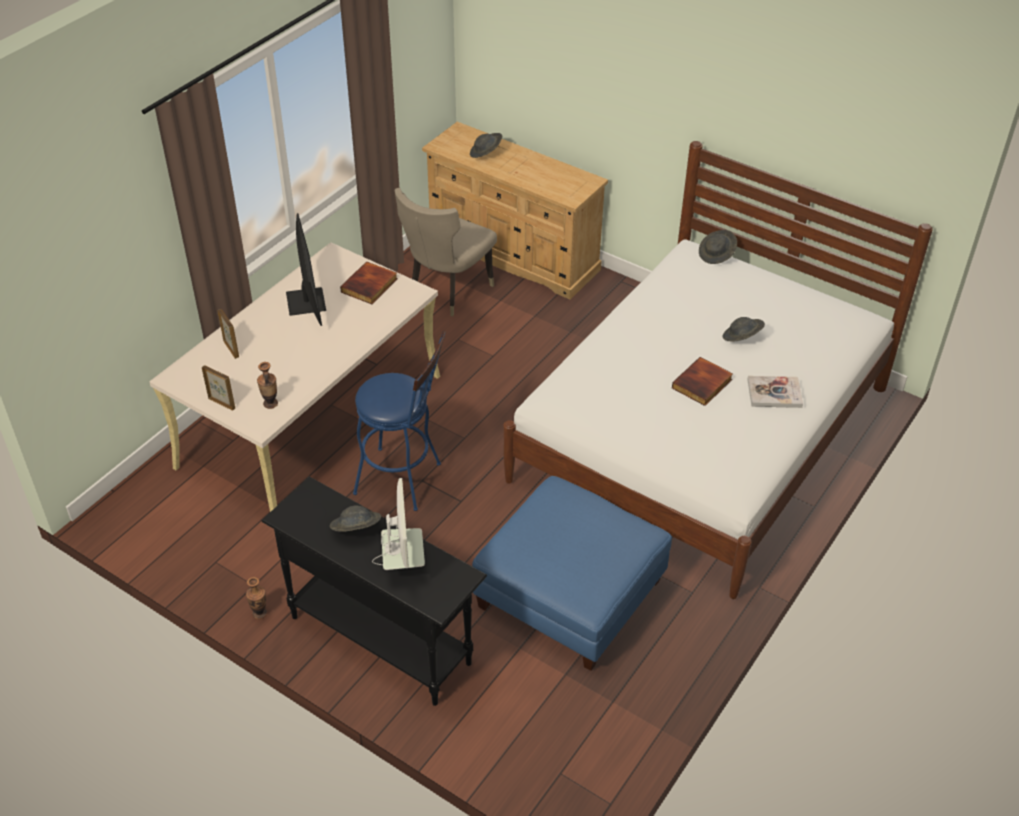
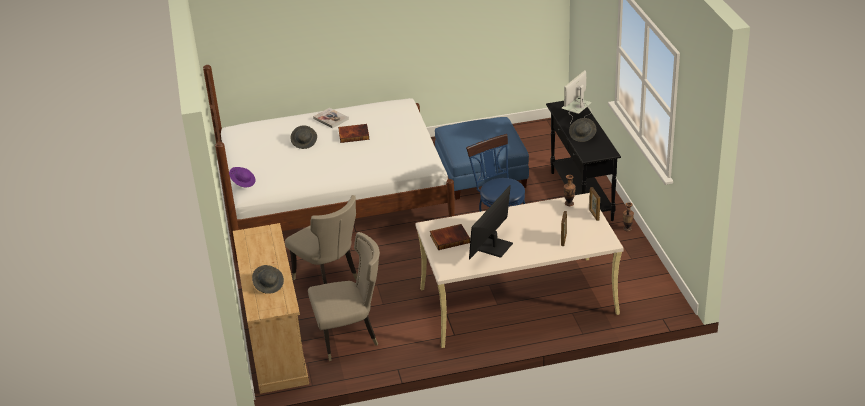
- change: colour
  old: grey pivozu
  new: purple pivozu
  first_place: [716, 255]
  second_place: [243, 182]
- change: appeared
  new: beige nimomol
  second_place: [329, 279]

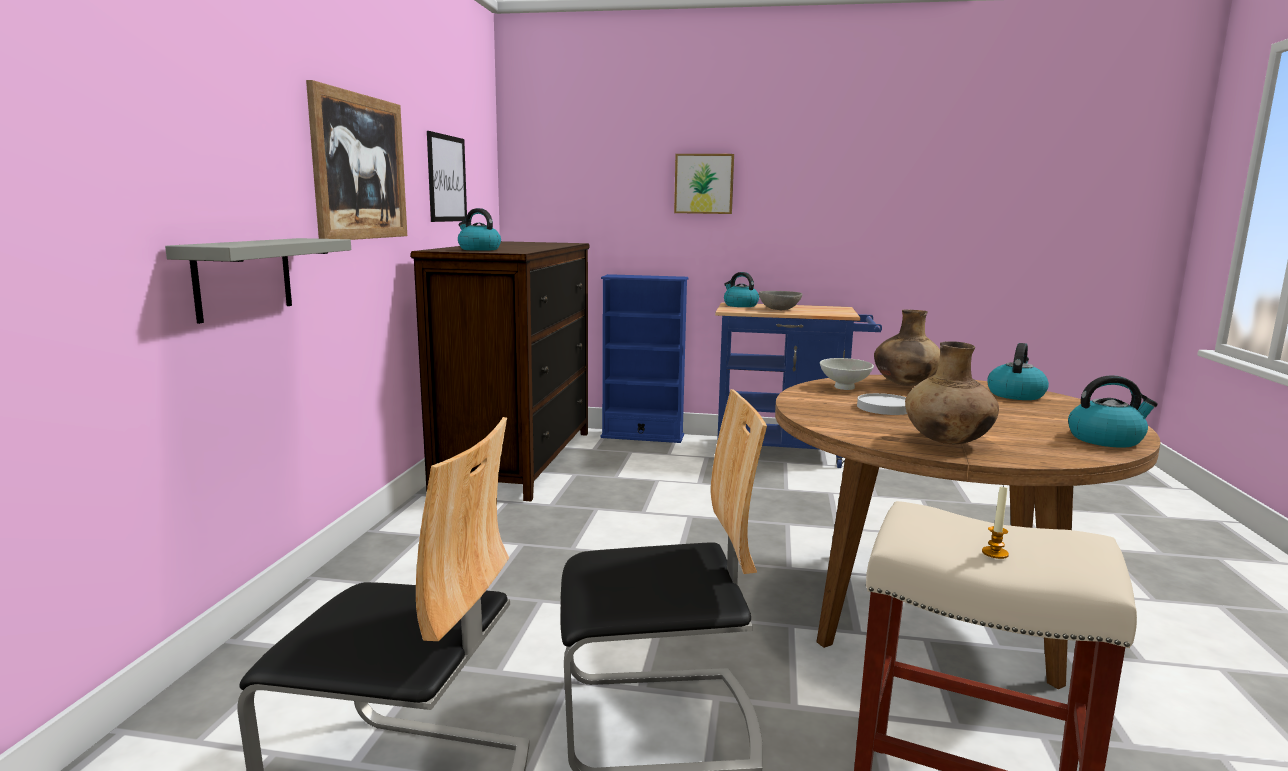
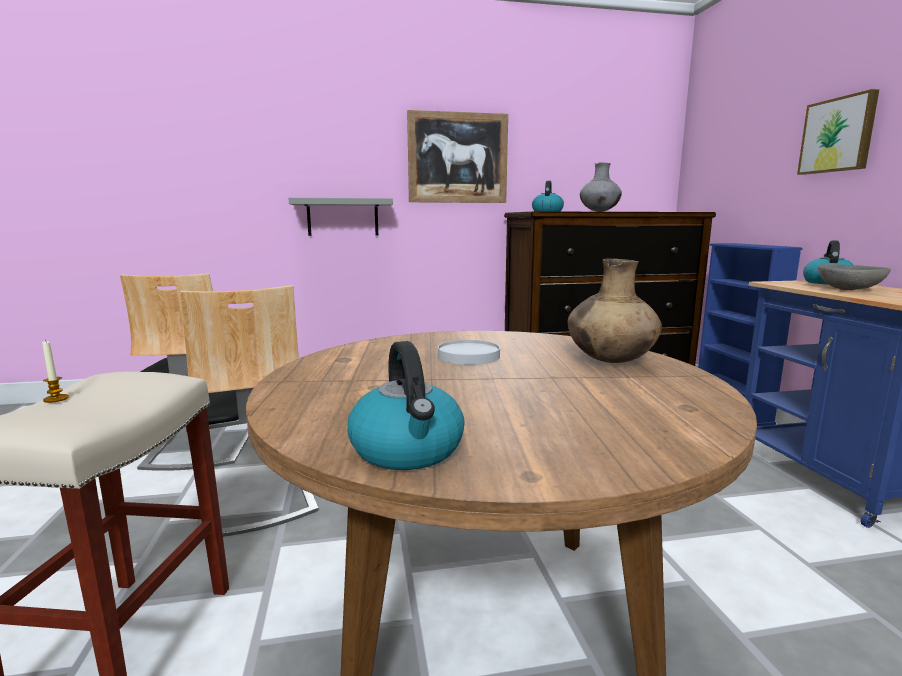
- change: appeared
  new: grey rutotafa
  second_place: [599, 211]
- change: missing
  old: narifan
  first_place: [447, 178]
- change: missing
  old: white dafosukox
  first_place: [846, 388]
- change: missing
  old: brown rutotafa
  first_place: [947, 441]
- change: missing
  old: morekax
  first_place: [1015, 394]

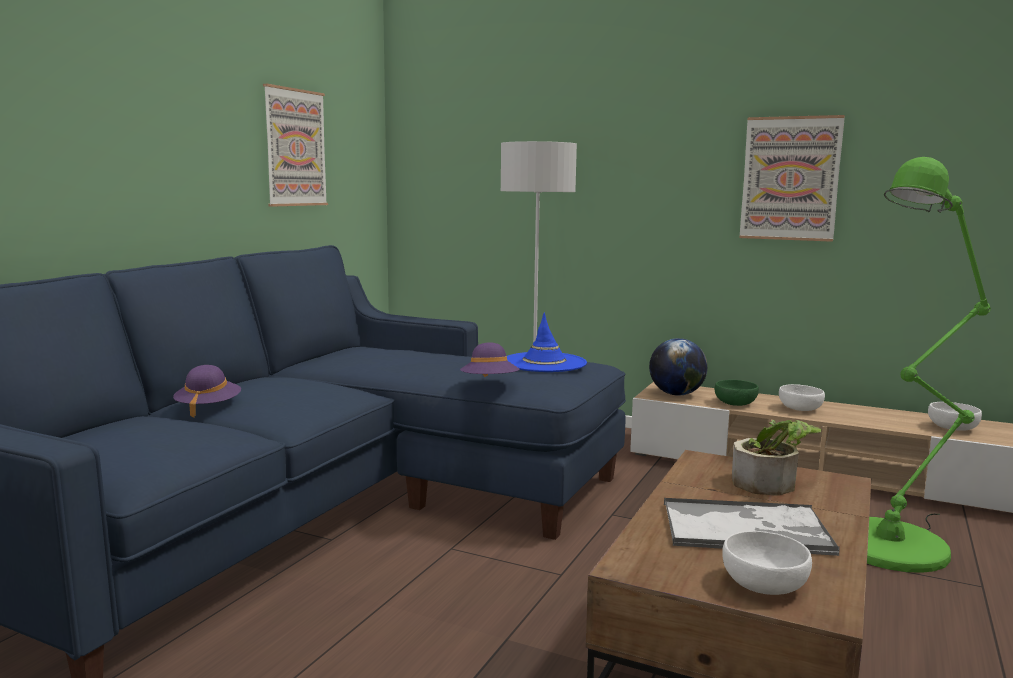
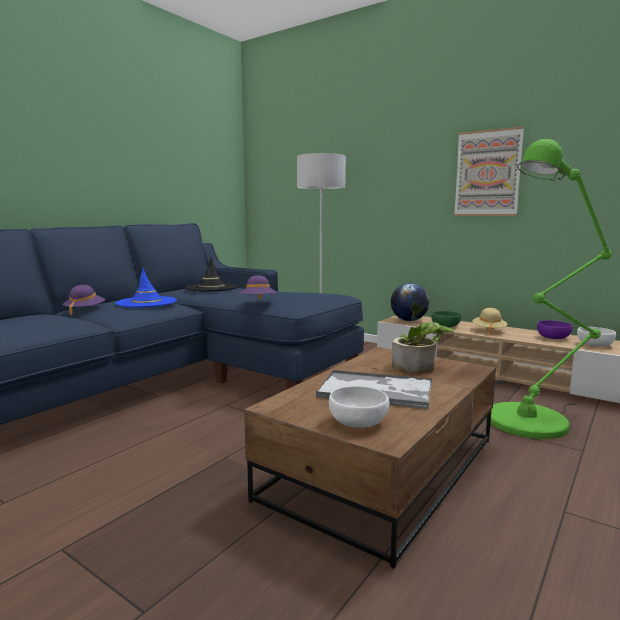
- change: relocated
  old: blue pivozu
  first_place: [544, 363]
  second_place: [147, 302]
- change: appeared
  new: black pivozu
  second_place: [211, 288]
- change: exchanged
  old: white dafosukox
  new: beige pivozu
  first_place: [799, 409]
  second_place: [488, 330]
- change: appeared
  new: purple dafosukox
  second_place: [553, 337]
- change: missing
  old: narifan
  first_place: [295, 148]

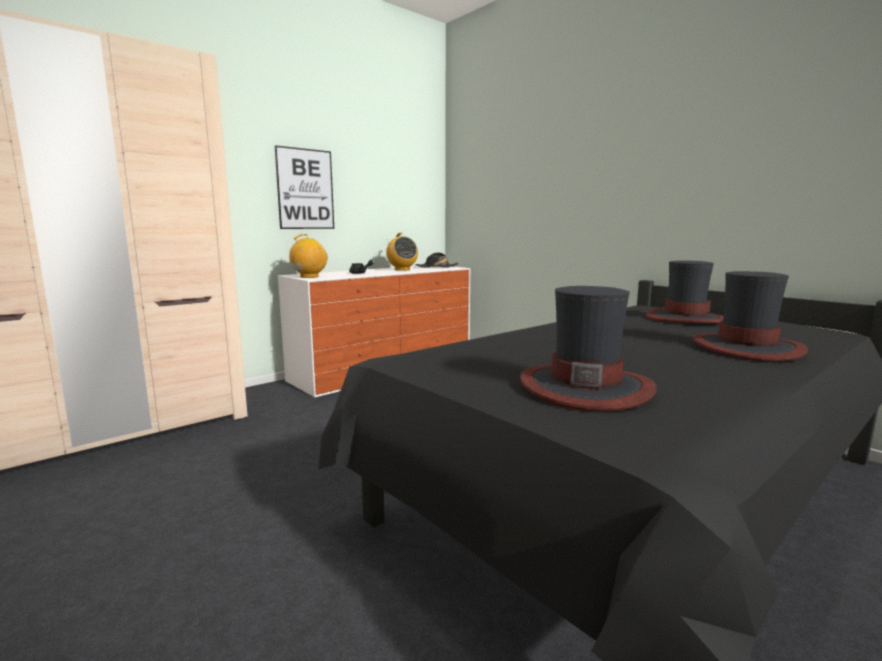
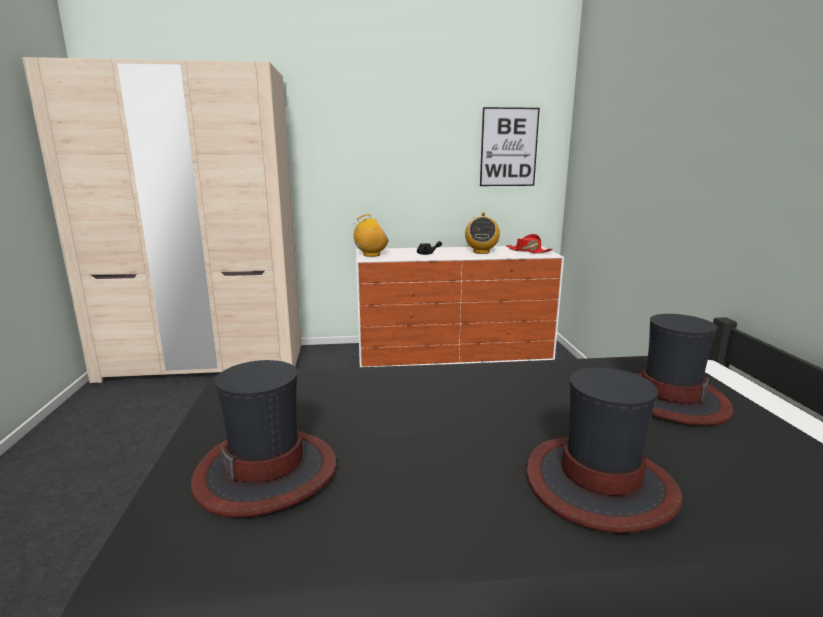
- change: relocated
  old: narifan
  first_place: [305, 189]
  second_place: [508, 147]
- change: colour
  old: black pivozu
  new: red pivozu
  first_place: [436, 267]
  second_place: [528, 251]

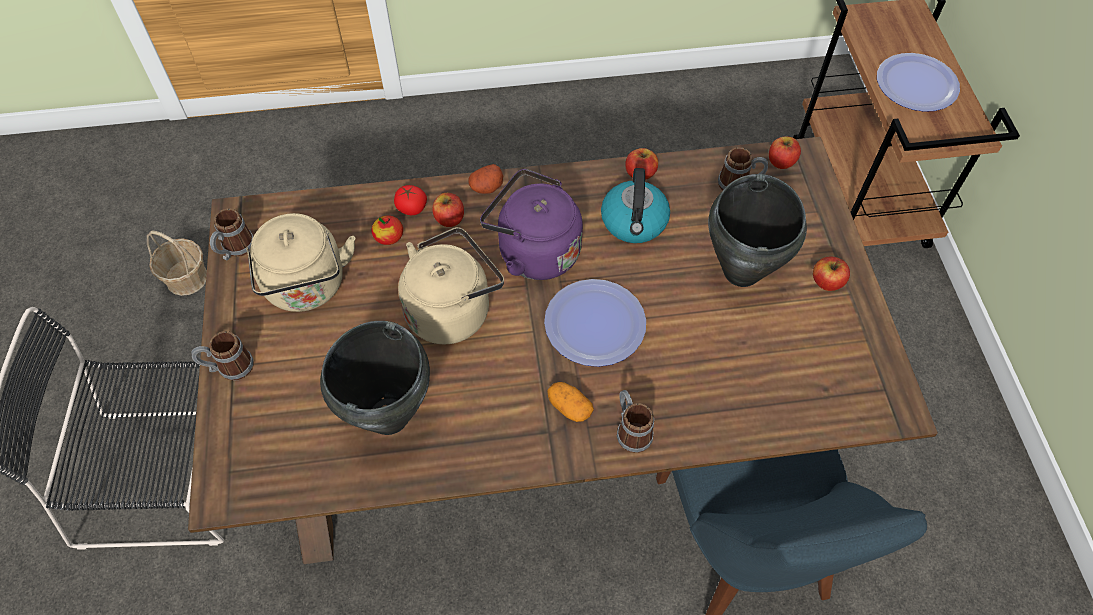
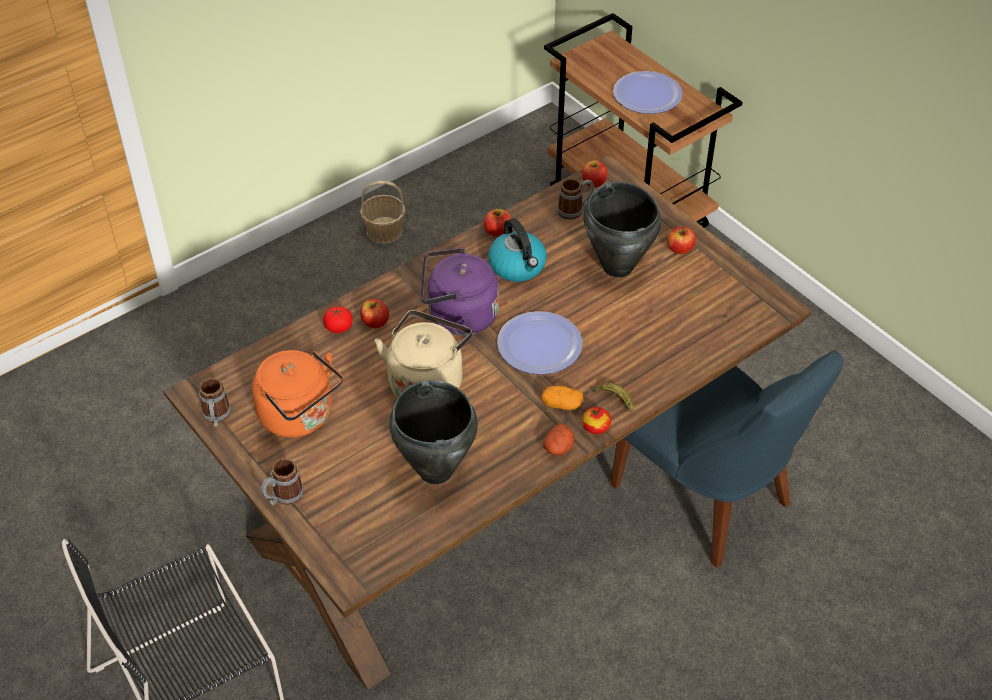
- change: colour
  old: beige morekax
  new: orange morekax
  first_place: [307, 288]
  second_place: [300, 417]
- change: relocated
  old: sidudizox
  first_place: [187, 278]
  second_place: [384, 231]
- change: relocated
  old: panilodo
  first_place: [486, 187]
  second_place: [558, 447]
- change: relocated
  old: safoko
  first_place: [389, 237]
  second_place: [595, 427]
- change: exchanged
  old: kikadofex
  new: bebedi
  first_place: [630, 430]
  second_place: [614, 399]

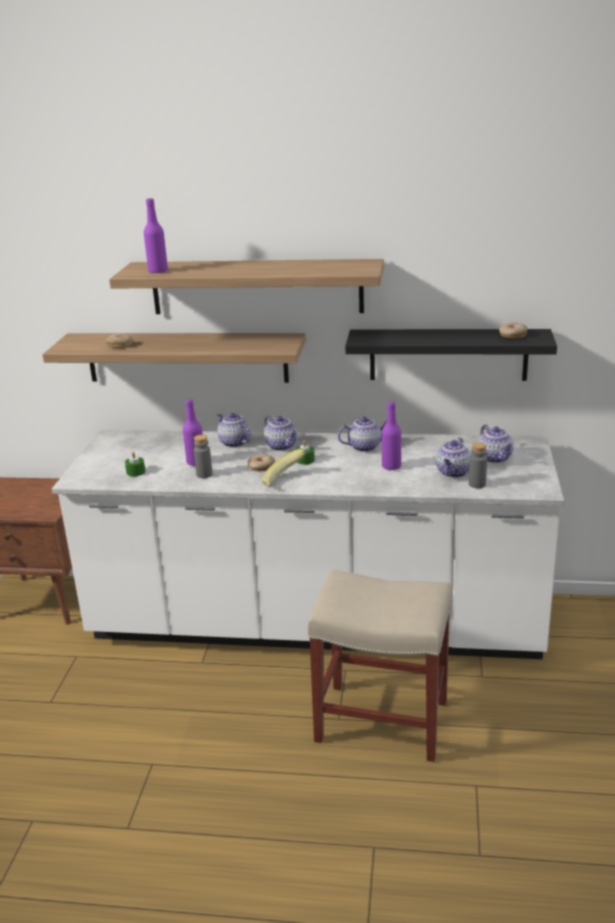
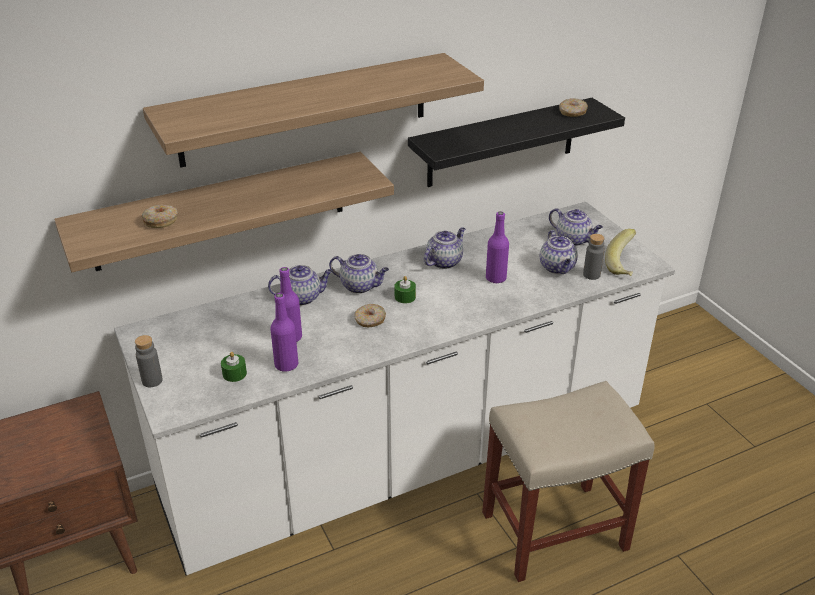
- change: relocated
  old: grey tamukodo
  first_place: [204, 474]
  second_place: [152, 380]
- change: spun
  old: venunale
  first_place: [234, 442]
  second_place: [302, 297]
  degrees: 150
- change: relocated
  old: purple tamukodo
  first_place: [158, 271]
  second_place: [286, 365]
- change: relocated
  old: bebedi
  first_place: [284, 481]
  second_place: [624, 266]

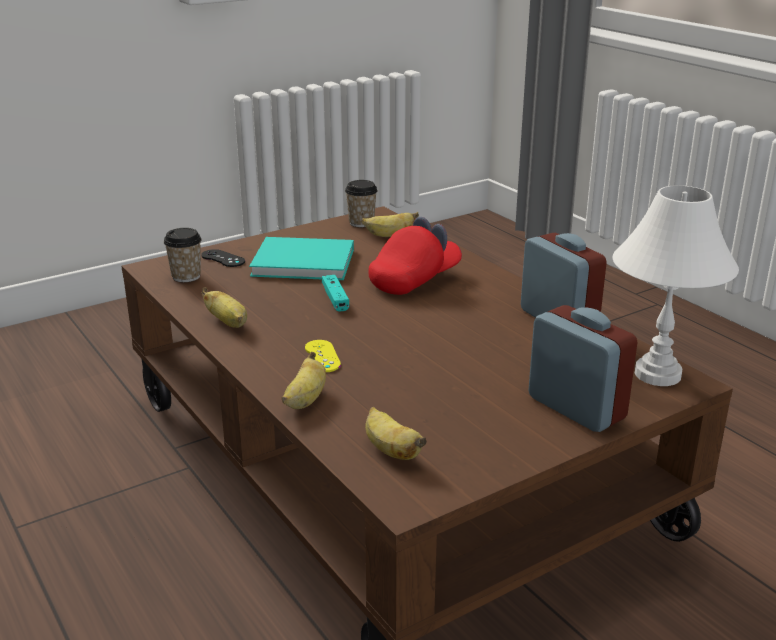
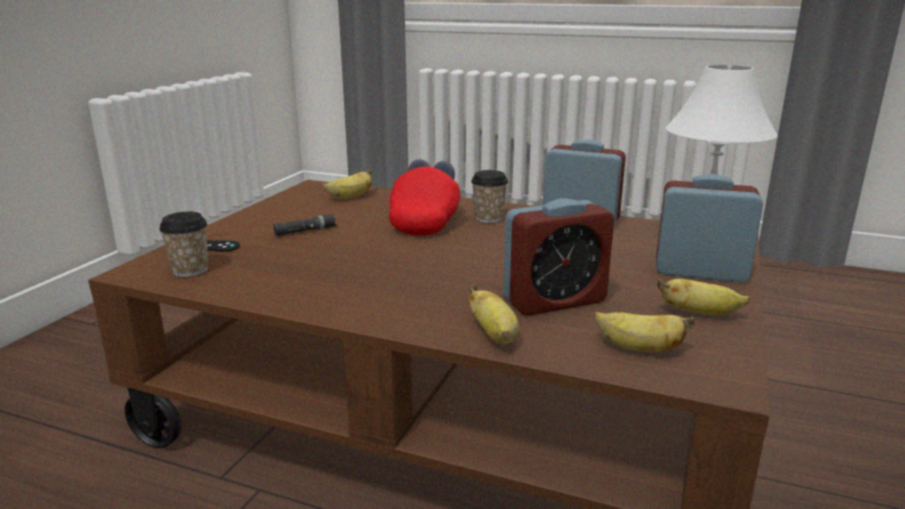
- change: exchanged
  old: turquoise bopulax
  new: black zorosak
  first_place: [306, 263]
  second_place: [305, 231]
- change: relocated
  old: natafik
  first_place: [361, 223]
  second_place: [488, 218]
- change: appeared
  new: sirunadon
  second_place: [554, 300]
- change: relocated
  old: bebedi
  first_place: [228, 323]
  second_place: [699, 313]
- change: missing
  old: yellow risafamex
  first_place: [322, 356]
- change: missing
  old: turquoise risafamex
  first_place: [335, 299]

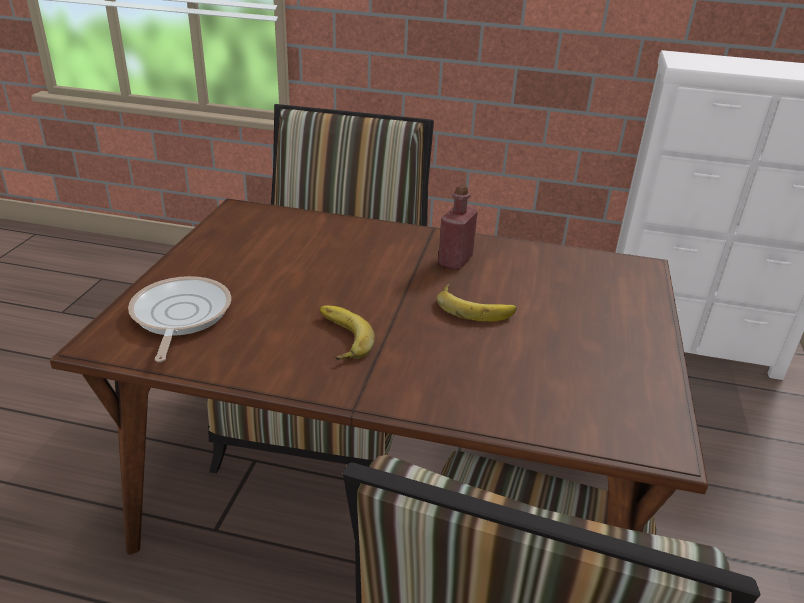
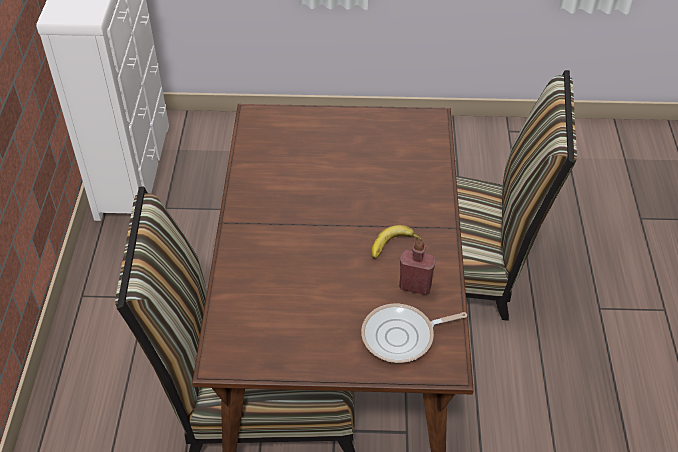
- change: relocated
  old: red tamukodo
  first_place: [455, 261]
  second_place: [415, 286]
- change: missing
  old: bebedi
  first_place: [475, 307]

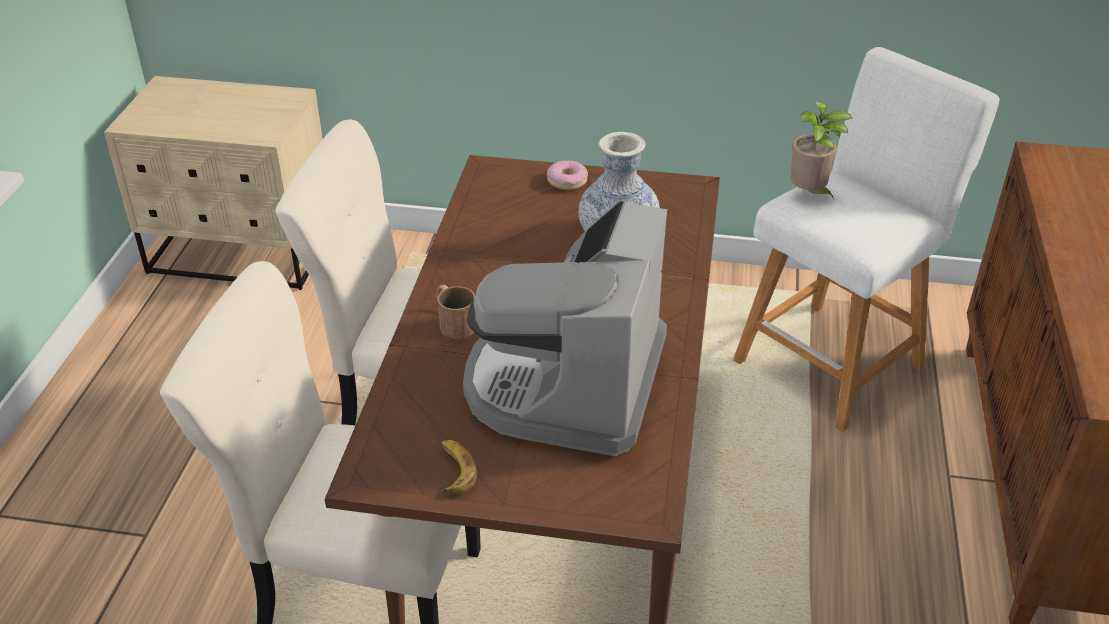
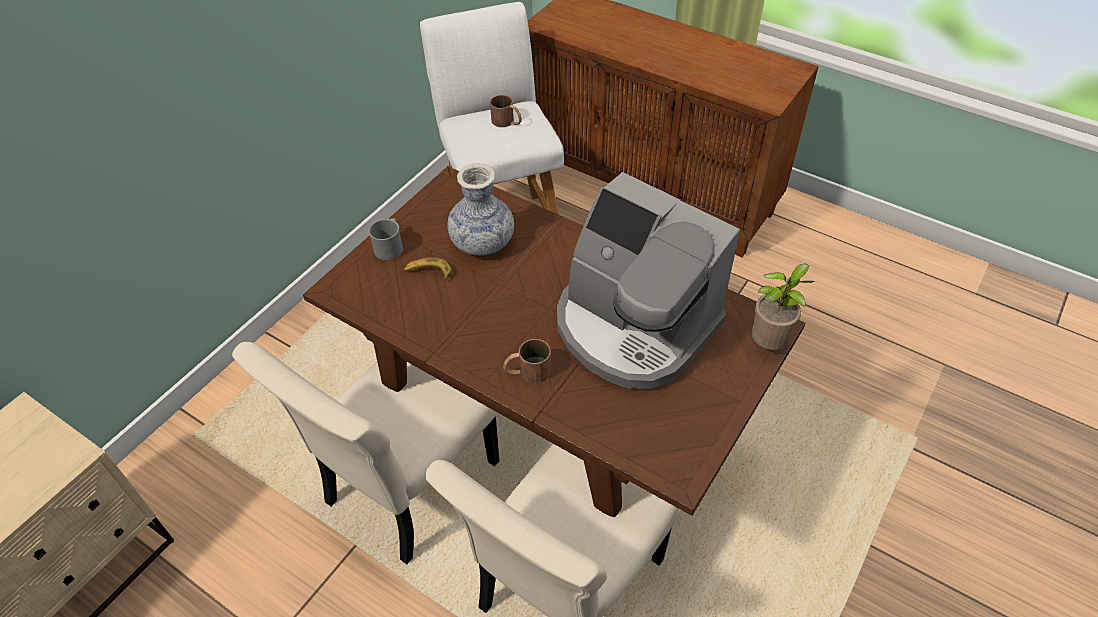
- change: exchanged
  old: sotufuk
  new: grey kikadofex
  first_place: [567, 181]
  second_place: [390, 246]
- change: relocated
  old: bebedi
  first_place: [454, 470]
  second_place: [428, 272]
- change: appeared
  new: brown kikadofex
  second_place: [507, 122]
- change: relocated
  old: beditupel
  first_place: [809, 194]
  second_place: [769, 344]

